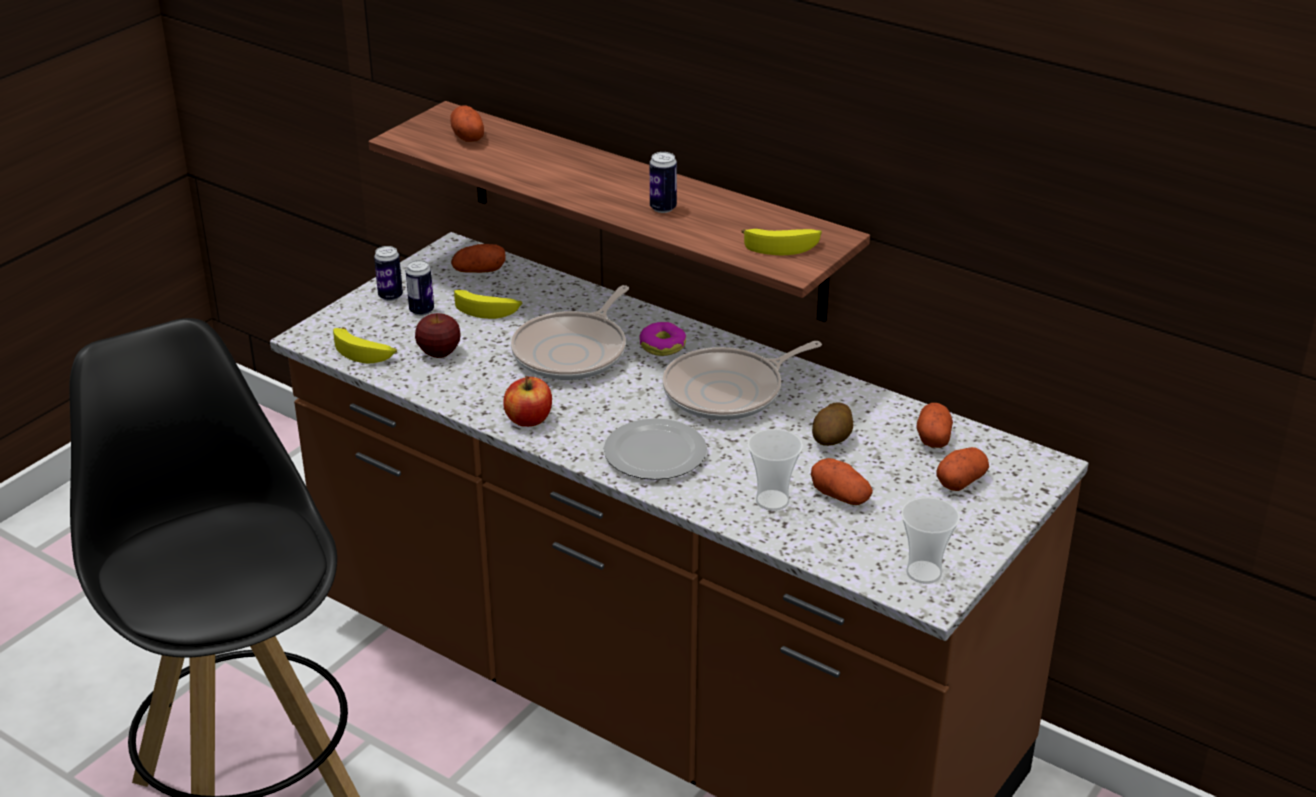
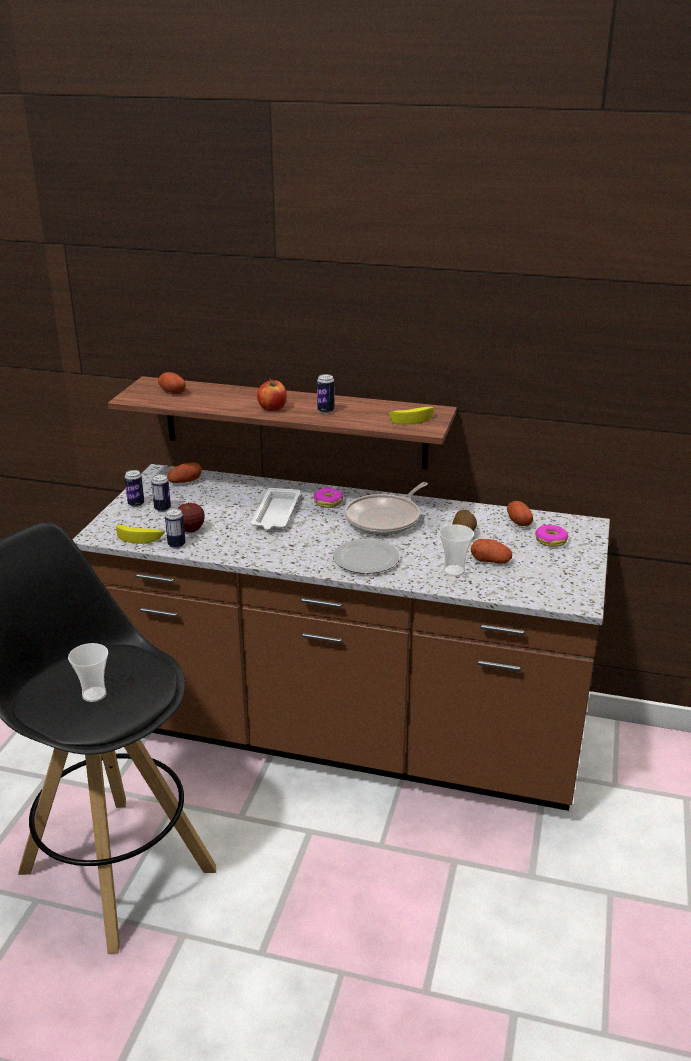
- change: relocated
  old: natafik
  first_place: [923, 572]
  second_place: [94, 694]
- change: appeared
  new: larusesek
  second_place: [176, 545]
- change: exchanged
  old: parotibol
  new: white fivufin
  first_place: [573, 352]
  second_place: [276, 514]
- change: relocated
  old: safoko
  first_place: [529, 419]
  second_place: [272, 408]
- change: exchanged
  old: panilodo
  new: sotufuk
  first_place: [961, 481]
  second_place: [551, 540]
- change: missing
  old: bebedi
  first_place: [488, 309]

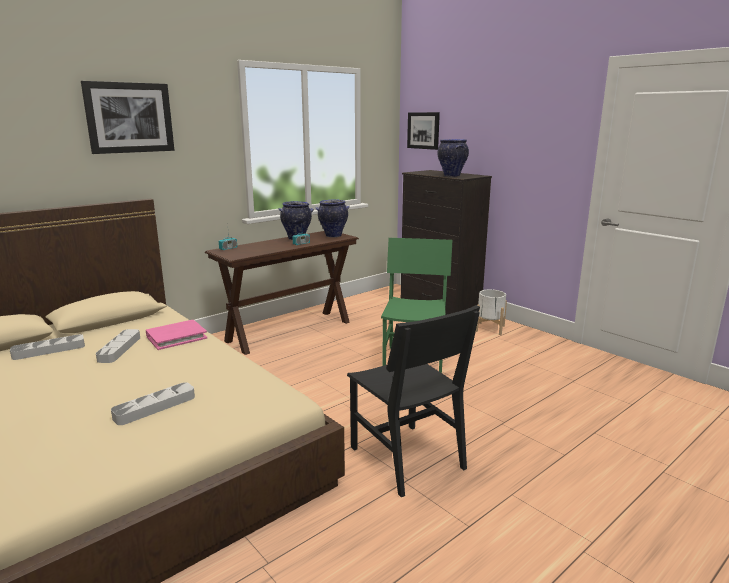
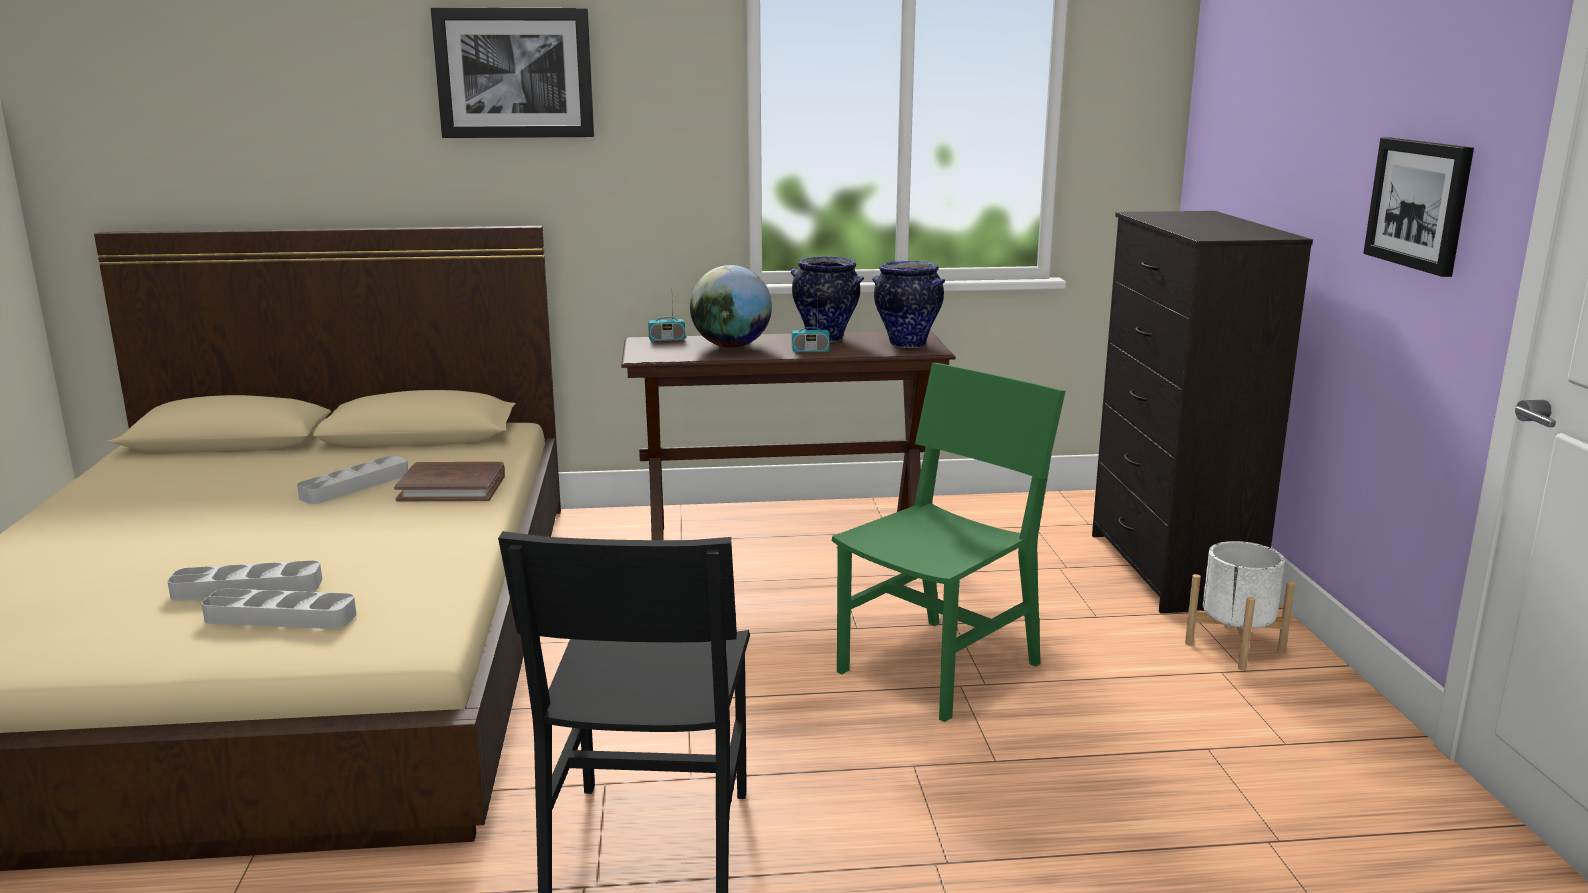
- change: relocated
  old: grey fivufin
  first_place: [49, 350]
  second_place: [280, 617]
- change: colour
  old: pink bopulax
  new: brown bopulax
  first_place: [176, 337]
  second_place: [452, 487]
- change: appeared
  new: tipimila
  second_place: [731, 346]
- change: relocated
  old: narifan
  first_place: [423, 130]
  second_place: [1419, 204]
- change: missing
  old: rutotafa
  first_place: [451, 176]

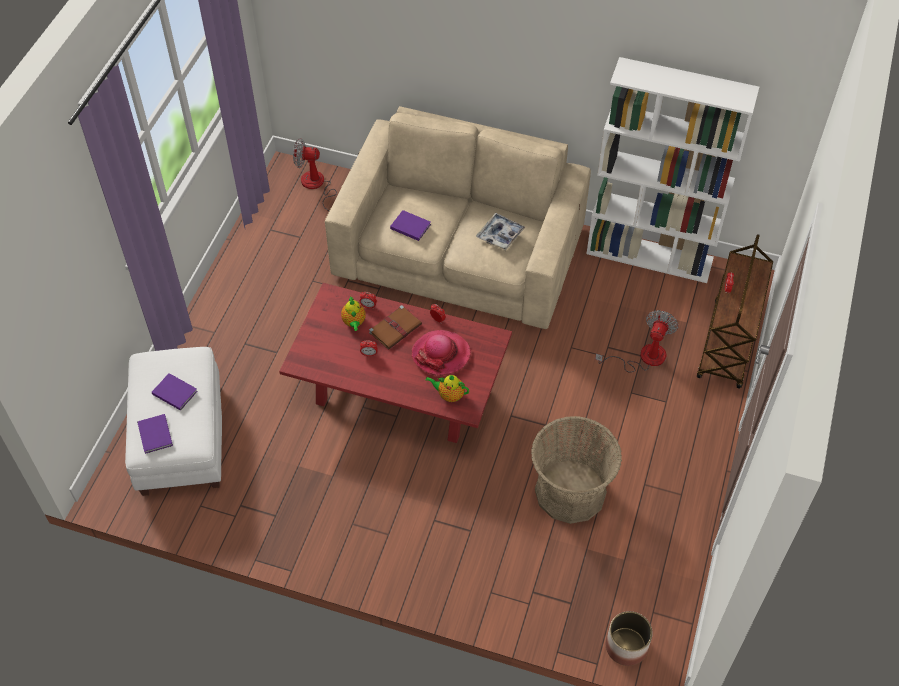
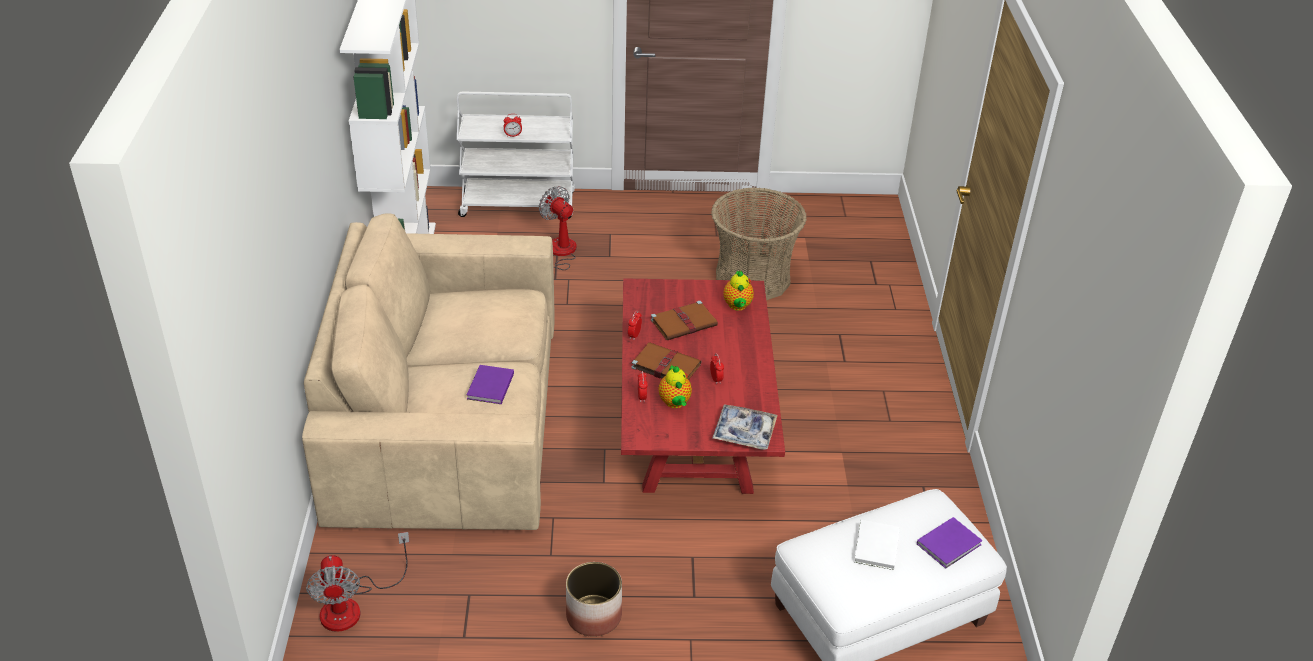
- change: colour
  old: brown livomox
  new: white livomox
  first_place: [727, 345]
  second_place: [518, 204]
- change: spun
  old: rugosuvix
  first_place: [643, 357]
  second_place: [559, 254]
  degrees: 45
- change: relocated
  old: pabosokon
  first_place: [626, 646]
  second_place: [593, 616]
- change: exchanged
  old: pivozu
  new: brown bopulax
  first_place: [441, 354]
  second_place: [684, 323]
- change: spun
  old: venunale
  first_place: [354, 323]
  second_place: [675, 403]
  degrees: 105
- change: relocated
  old: fivufin
  first_place: [500, 235]
  second_place: [744, 432]
- change: colour
  old: purple bopulax
  new: white bopulax
  first_place: [174, 392]
  second_place: [875, 547]

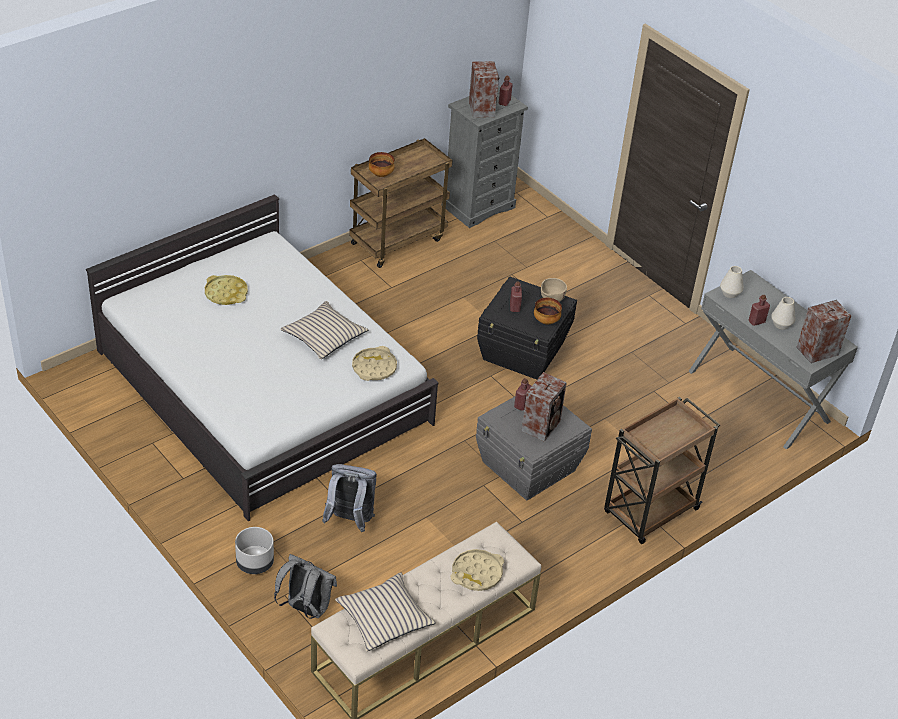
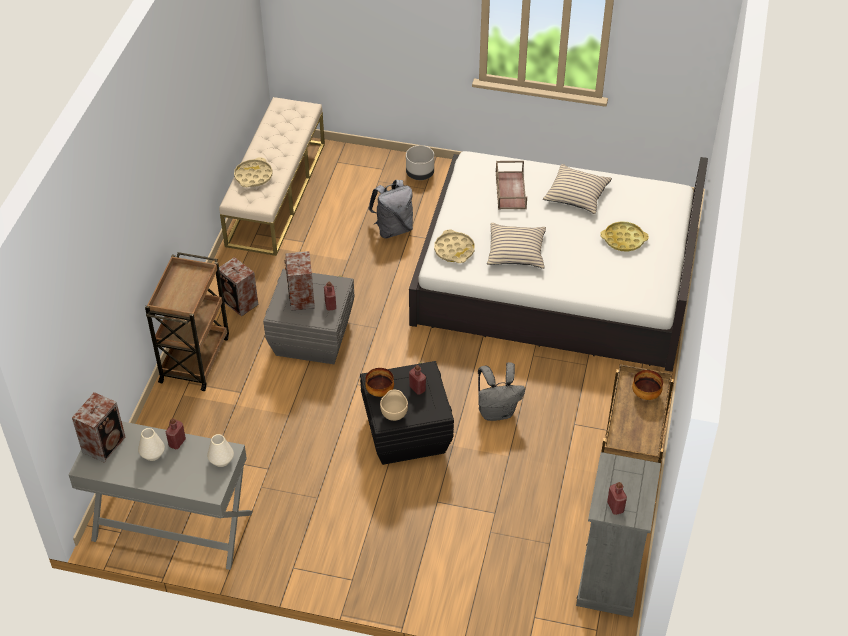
- change: relocated
  old: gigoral
  first_place: [482, 108]
  second_place: [240, 303]
- change: relocated
  old: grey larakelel
  first_place: [305, 608]
  second_place: [497, 411]
- change: appeared
  new: brown fivufin
  second_place: [510, 190]
- change: relocated
  old: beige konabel
  first_place: [384, 618]
  second_place: [577, 194]

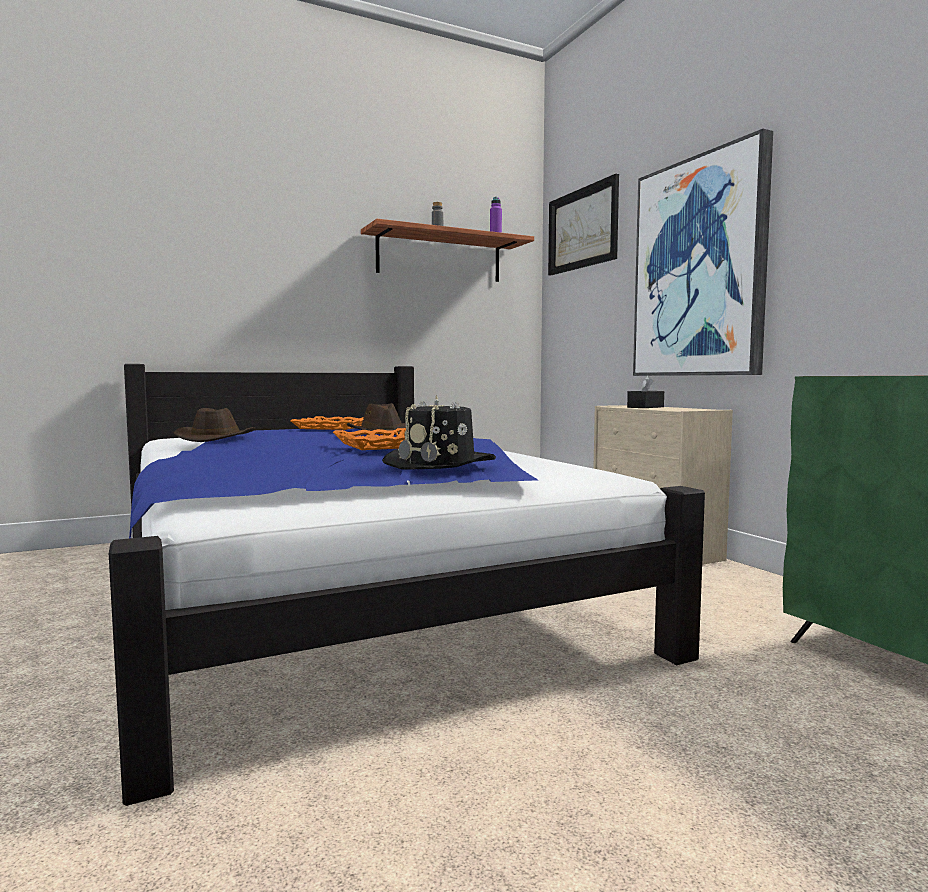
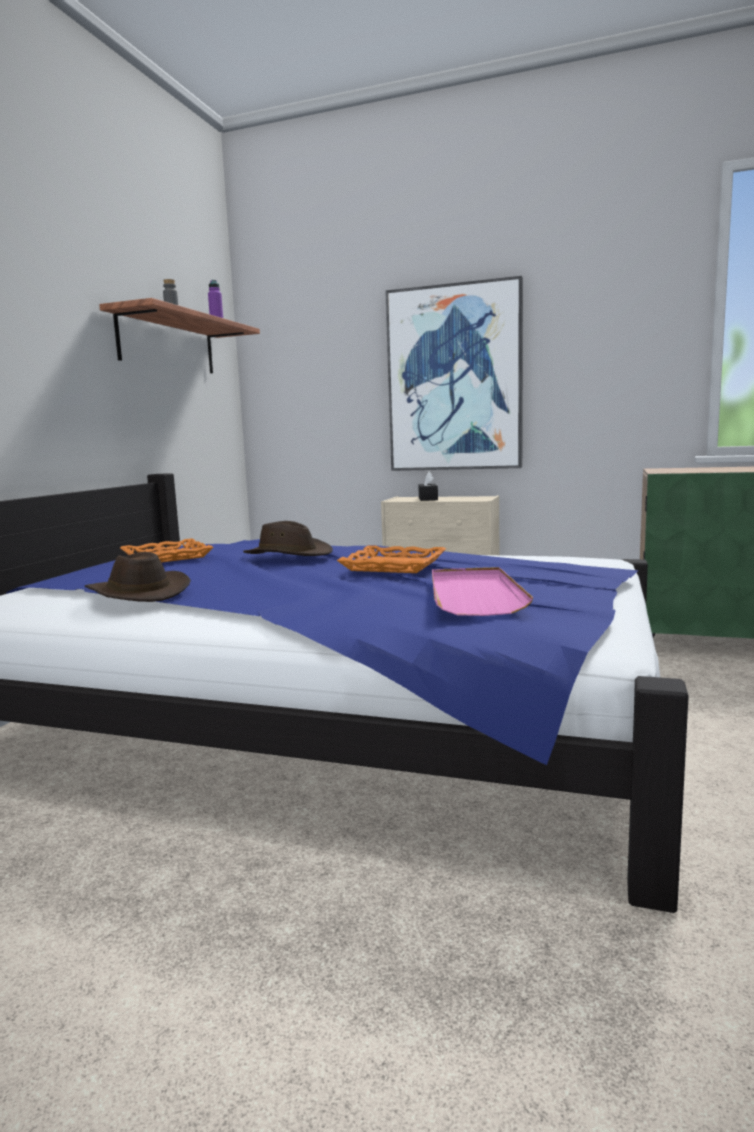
- change: appeared
  new: pink fivufin
  second_place: [473, 595]
- change: missing
  old: black pivozu
  first_place: [440, 463]
- change: missing
  old: narifan
  first_place: [582, 228]

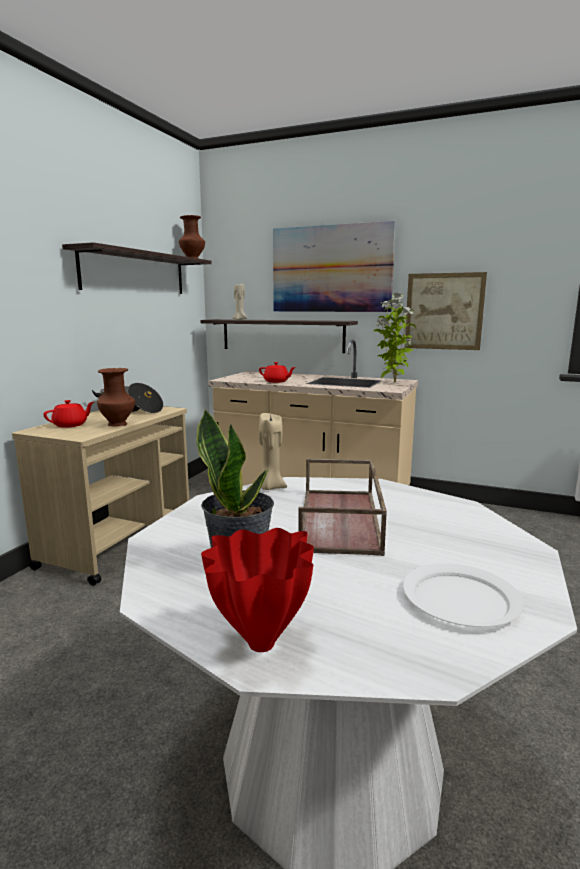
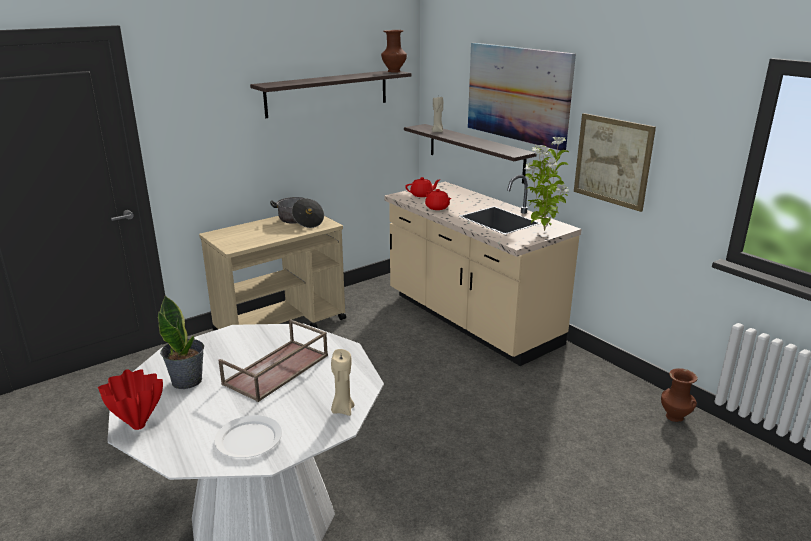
- change: relocated
  old: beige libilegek
  first_place: [270, 487]
  second_place: [342, 409]
- change: relocated
  old: red venunale
  first_place: [71, 425]
  second_place: [422, 195]
- change: relocated
  old: brown rutotafa
  first_place: [118, 424]
  second_place: [675, 417]

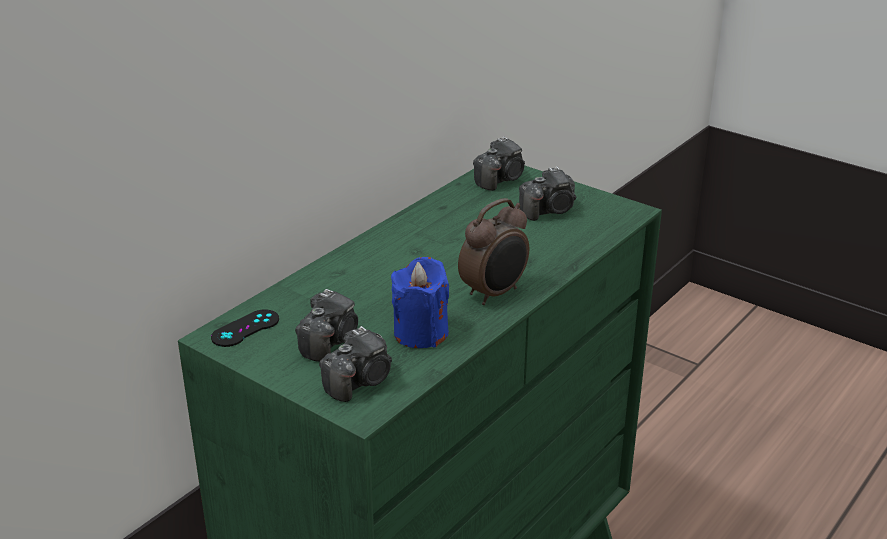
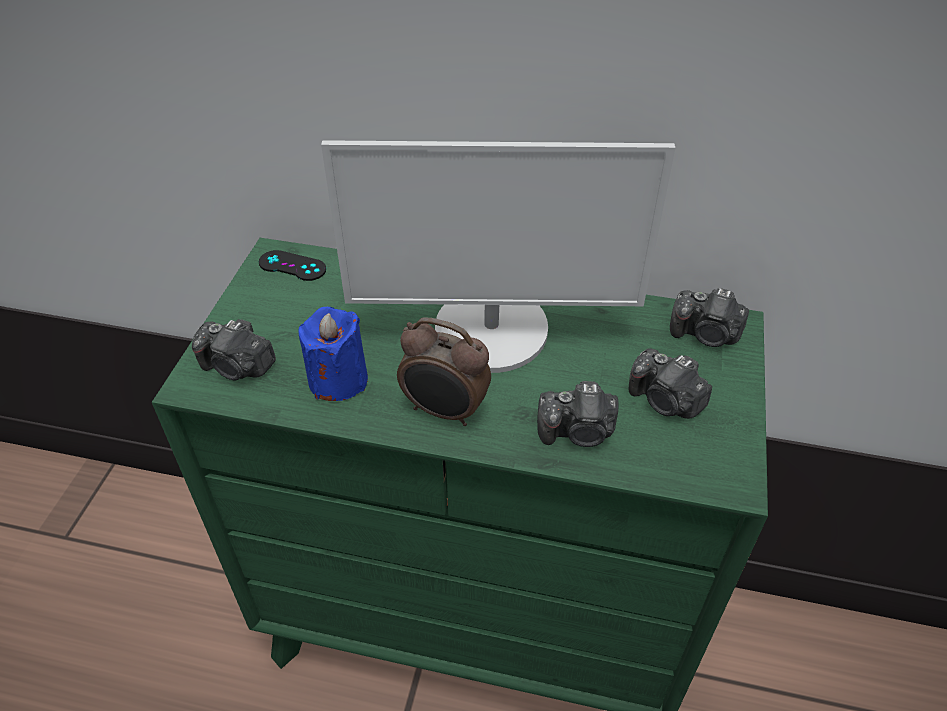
- change: appeared
  new: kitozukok
  second_place: [492, 331]
- change: relocated
  old: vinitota
  first_place: [330, 342]
  second_place: [578, 432]

